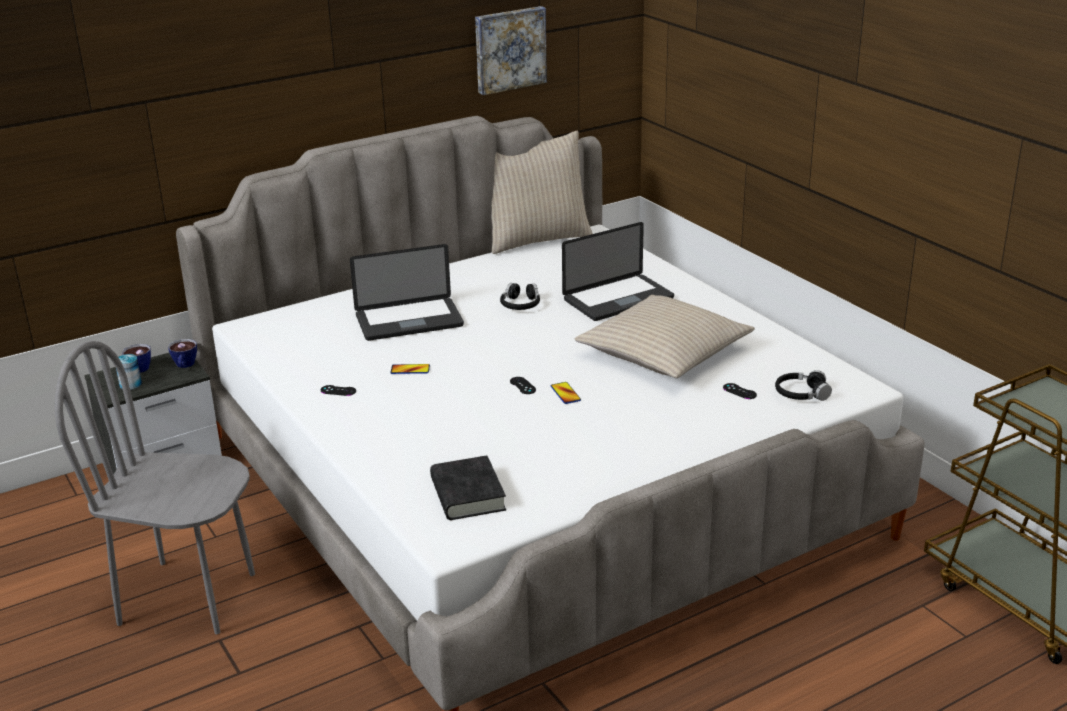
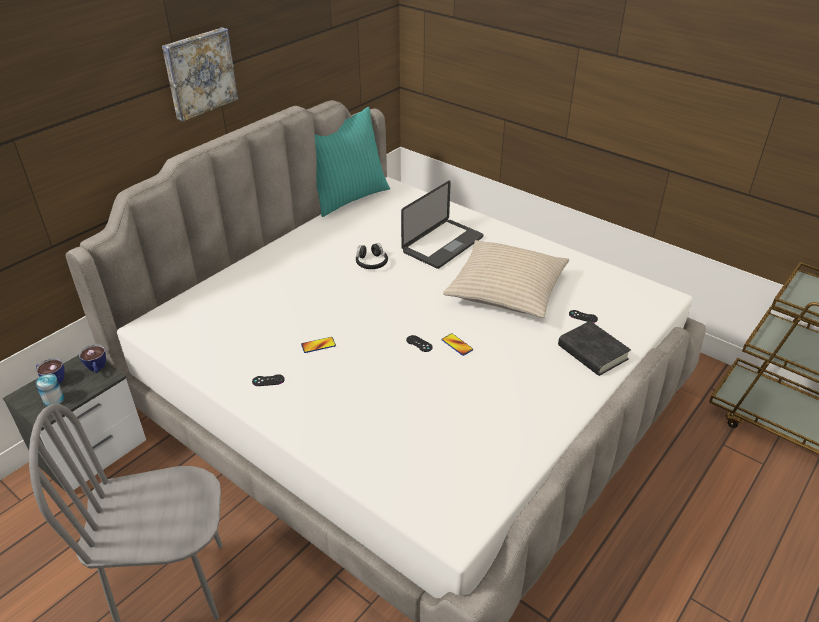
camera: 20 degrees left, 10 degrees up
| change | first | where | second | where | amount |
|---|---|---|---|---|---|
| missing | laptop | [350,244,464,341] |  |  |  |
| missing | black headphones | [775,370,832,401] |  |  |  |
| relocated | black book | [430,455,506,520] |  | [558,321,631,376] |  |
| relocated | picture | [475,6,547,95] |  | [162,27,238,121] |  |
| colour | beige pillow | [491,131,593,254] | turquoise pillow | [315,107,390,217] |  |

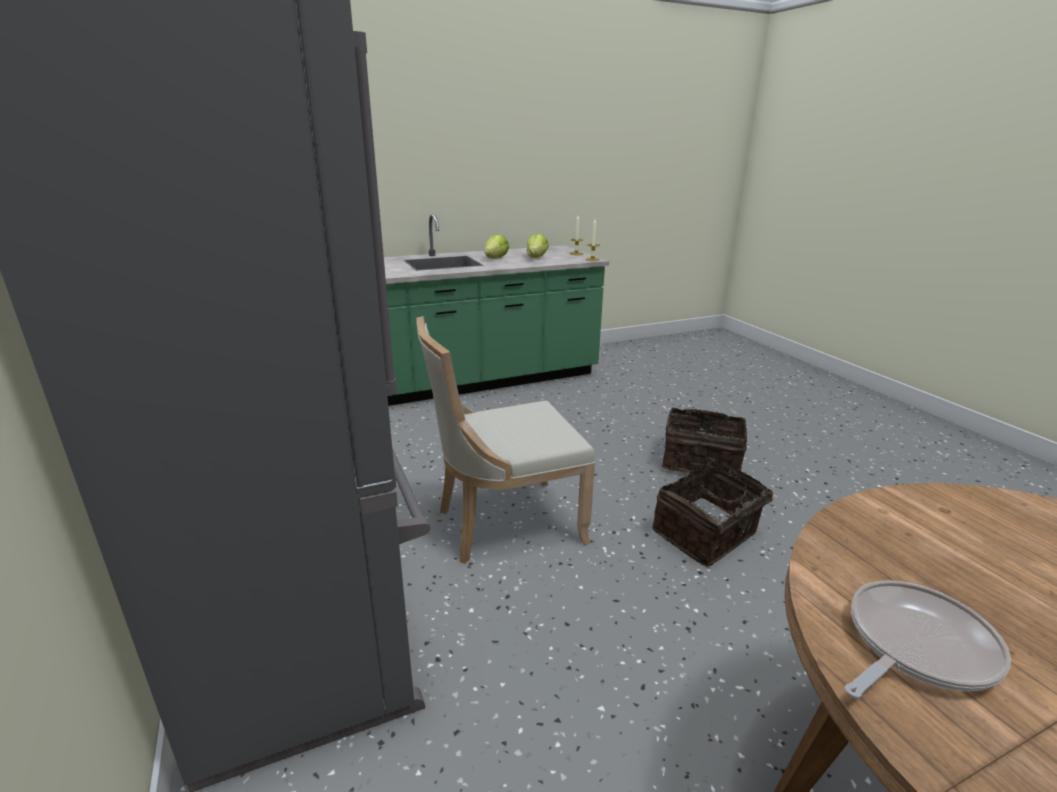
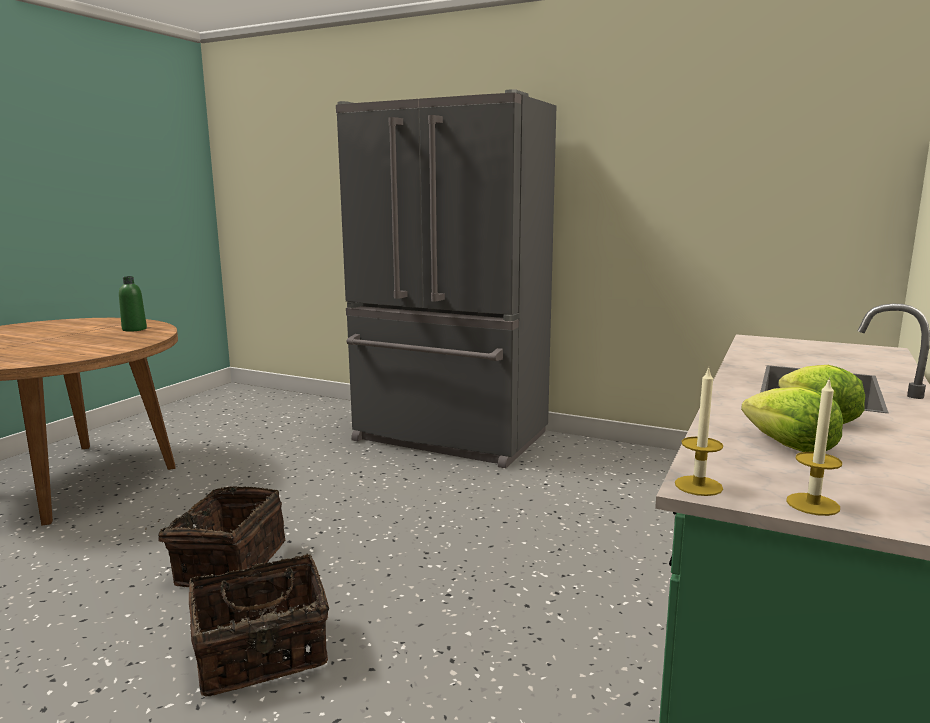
camera: 140 degrees right, 10 degrees down
| change | first | where | second | where | amount |
|---|---|---|---|---|---|
| missing | beige chair | [416,316,595,564] |  |  |  |
| exchanged | frying pan | [844,580,1011,698] | green bottle | [119,276,147,332] |  |

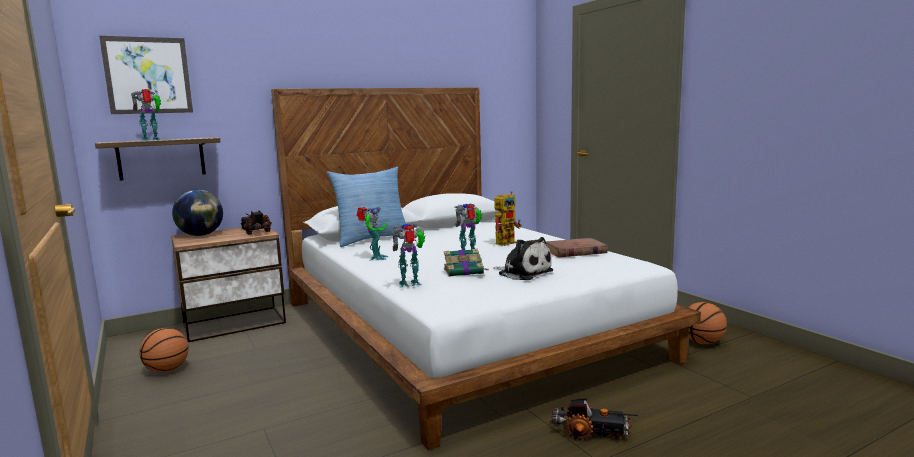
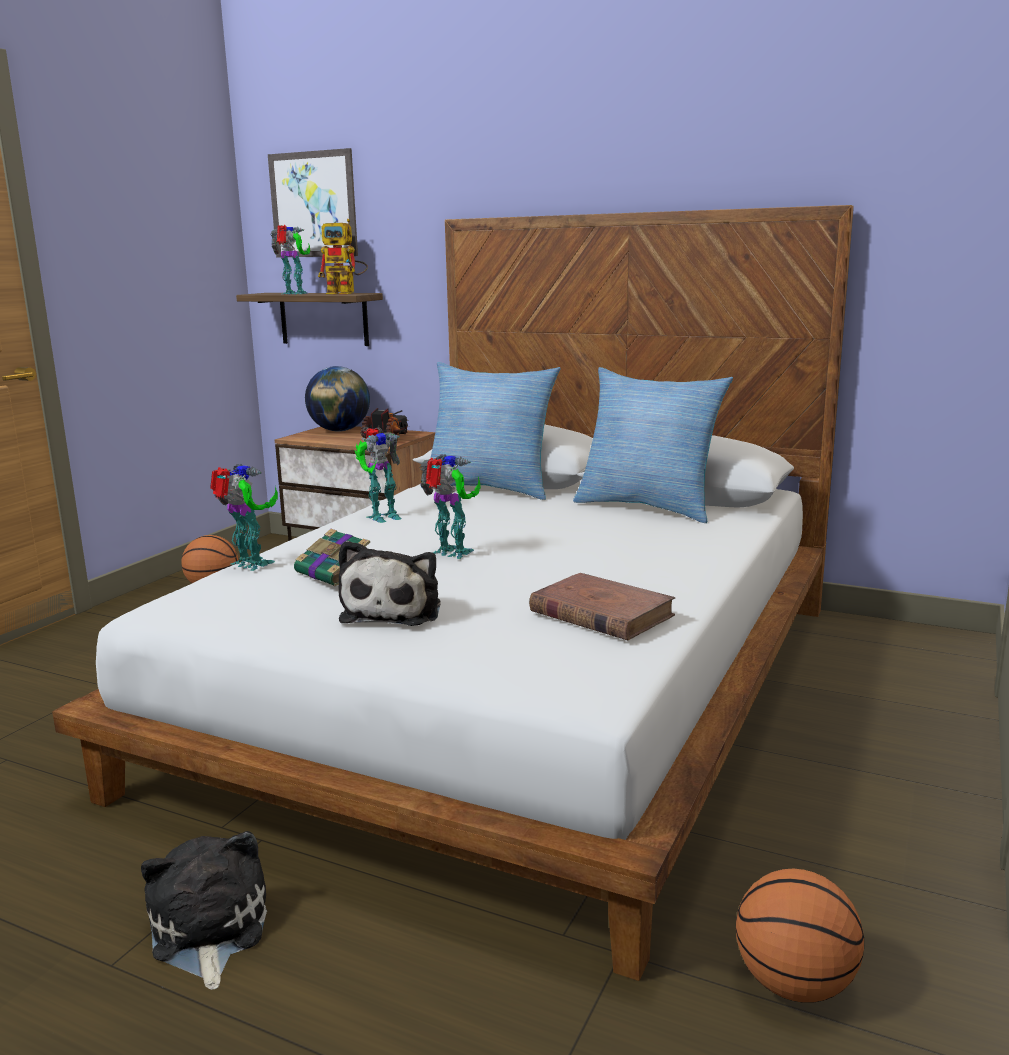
camera: 55 degrees right, 5 degrees up
| change | first | where | second | where | amount |
|---|---|---|---|---|---|
| appeared |  |  | pillow | [573,367,733,523] |  |
| relocated | toy robot | [494,191,521,246] |  | [318,219,368,294] |  |
| exchanged | toy truck | [551,398,638,440] | plush toy | [141,831,267,990] |  |

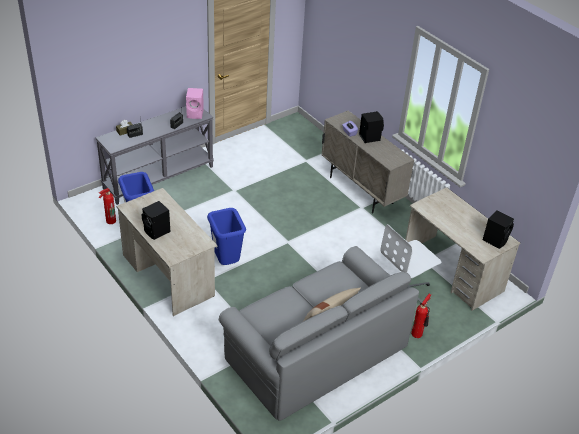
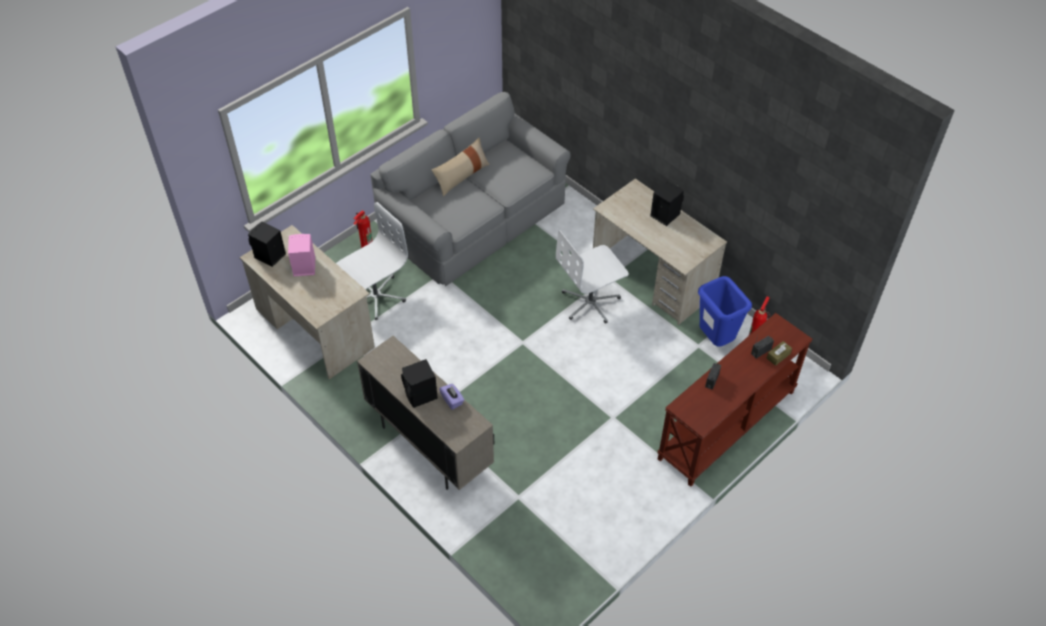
camera: 175 degrees right, 10 degrees up
| change | first | where | second | where | amount |
|---|---|---|---|---|---|
| relocated | pink speaker | [186,88,204,119] |  | [288,234,315,276] |  |
| exchanged | blue trash can | [207,208,246,265] | white office chair | [556,230,629,324] |  |
| colour | grey console table | [95,106,214,205] | brown console table | [657,313,813,487] |  |

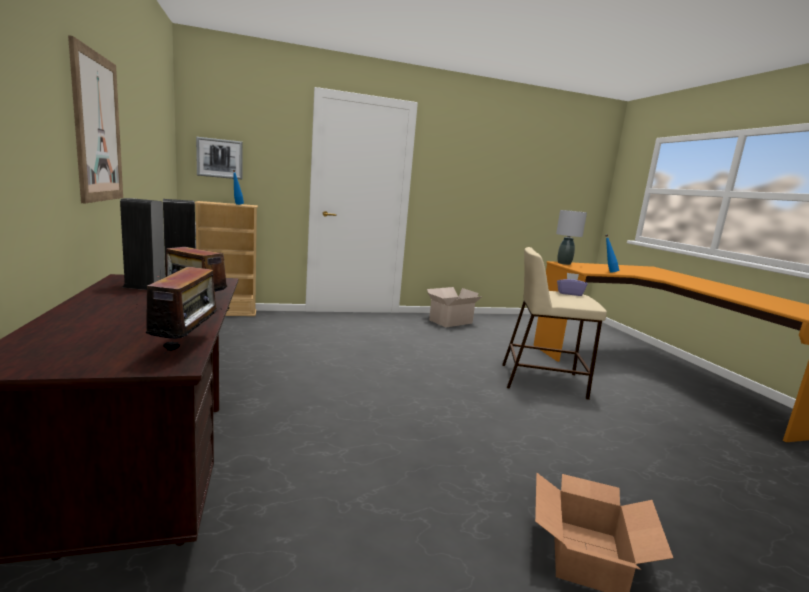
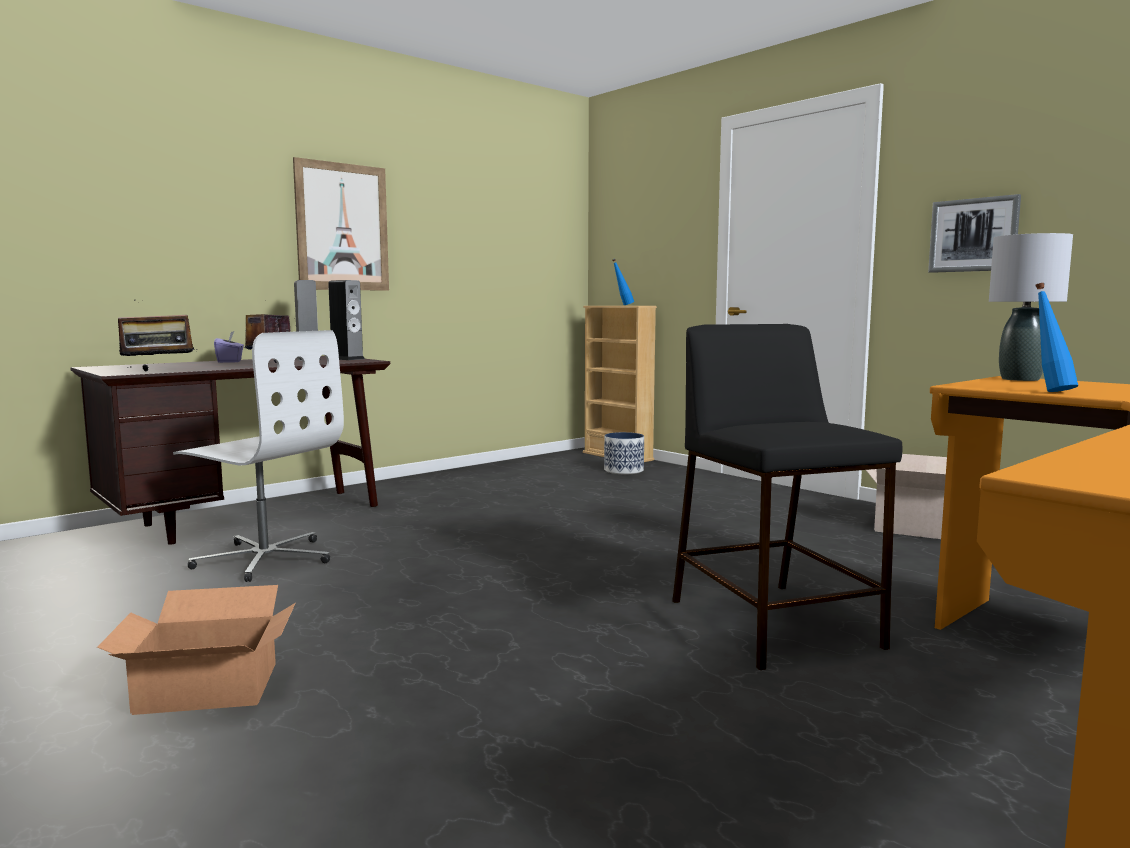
camera: 65 degrees right, 5 degrees down
| change | first | where | second | where | amount |
|---|---|---|---|---|---|
| appeared |  |  | white office chair | [173,330,344,582] |  |
| appeared |  |  | planter | [604,432,644,474] |  |
| relocated | picture | [196,137,243,179] |  | [928,194,1021,273] |  |
| relocated | purple tissue box | [557,273,587,296] |  | [214,331,244,363] |  |
| colour | beige stool | [502,247,607,400] | black stool | [672,324,902,670] |  |

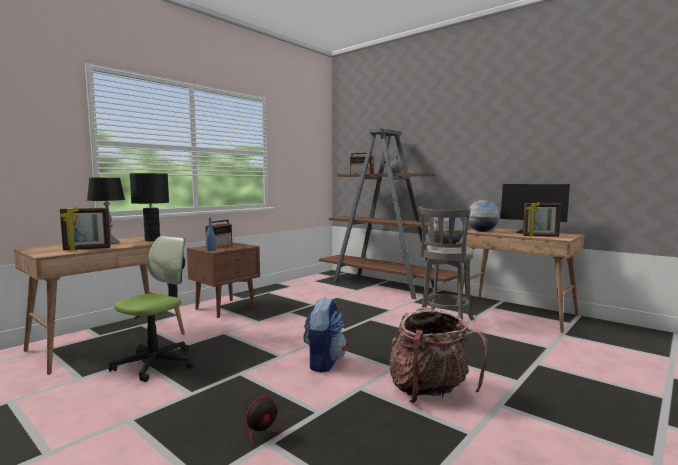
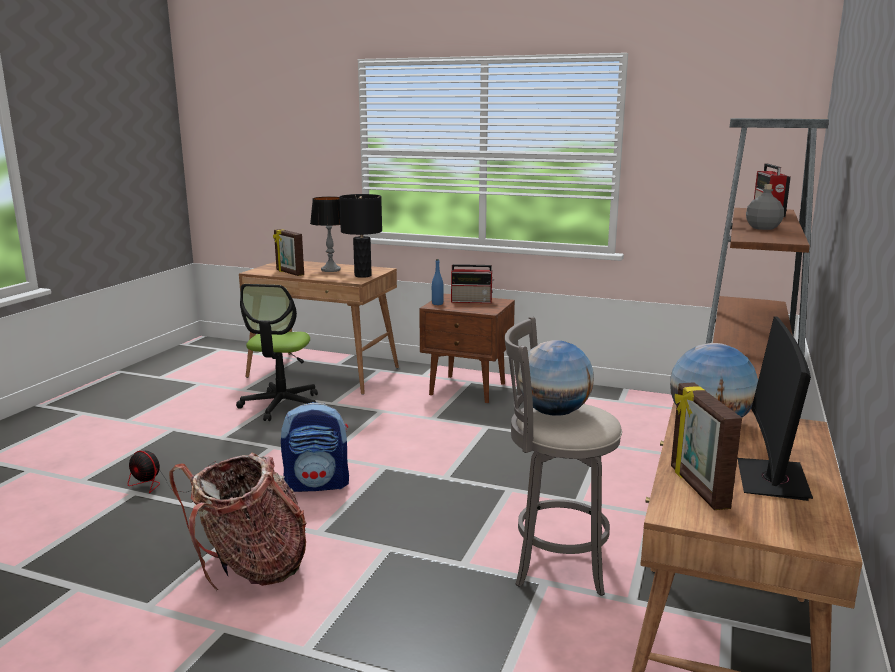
camera: 70 degrees right, 10 degrees up
| change | first | where | second | where | amount |
|---|---|---|---|---|---|
| spun | office chair | [109,236,194,382] |  | [236,284,318,421] | 90 degrees clockwise |

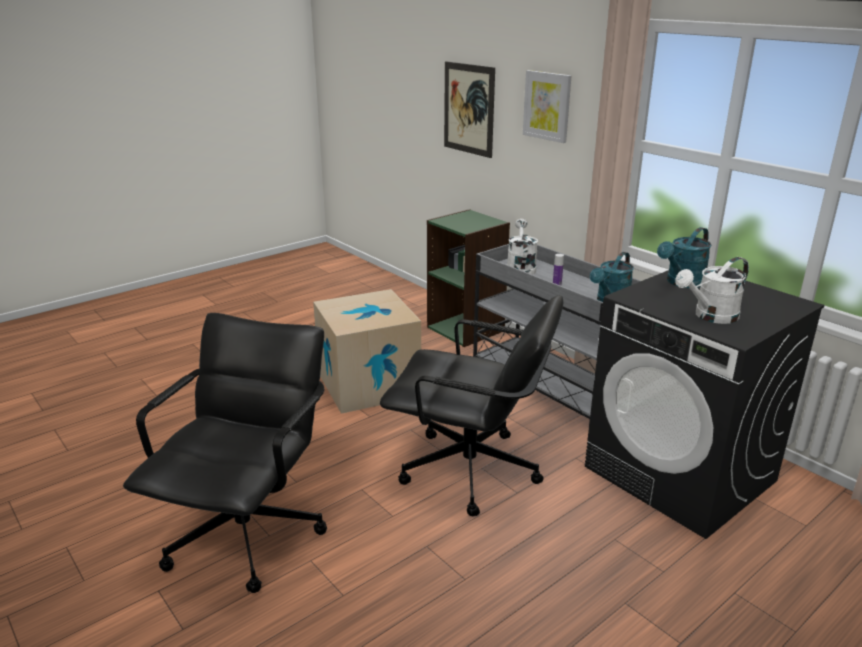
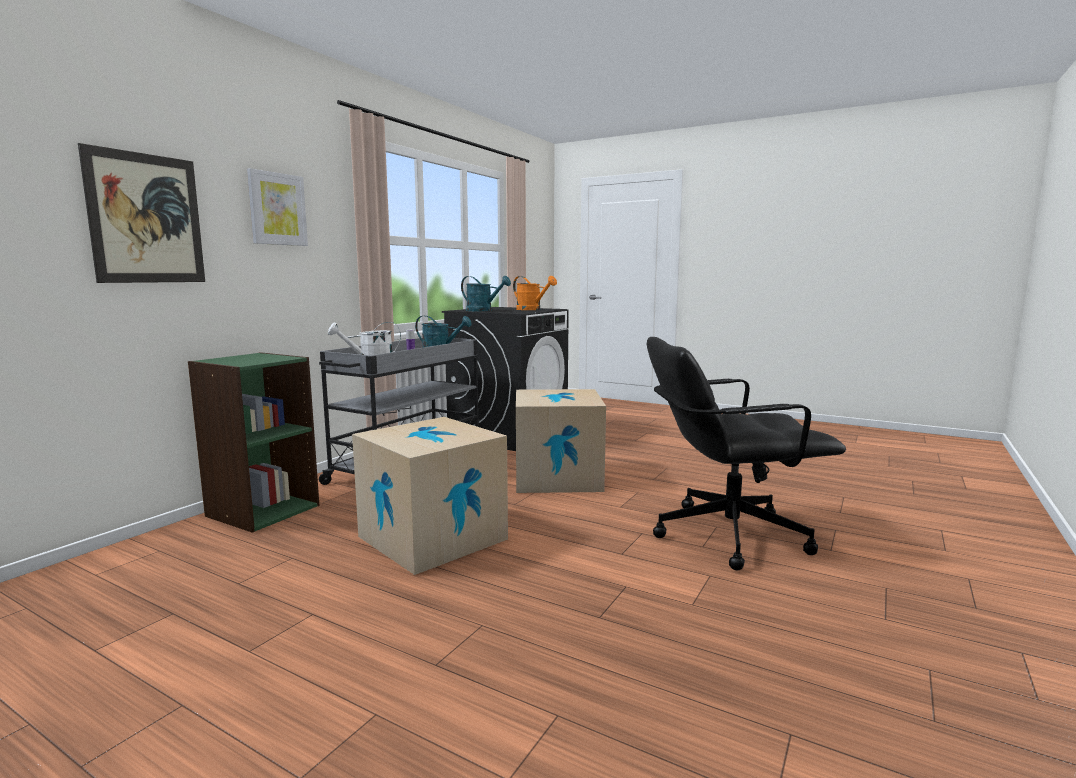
camera: 110 degrees left, 15 degrees down
| change | first | where | second | where | amount |
|---|---|---|---|---|---|
| exchanged | black office chair | [380,295,563,516] | cardboard box | [516,389,606,493] |  |
| colour | white watering can | [675,257,749,324] | orange watering can | [513,276,557,310] |  |

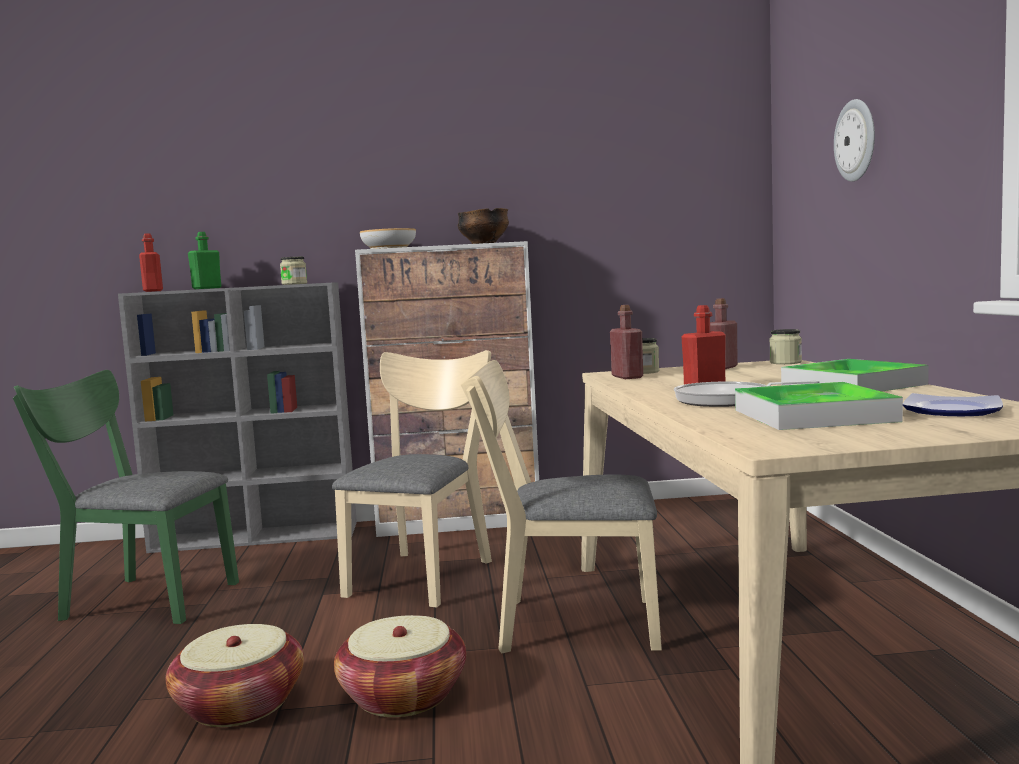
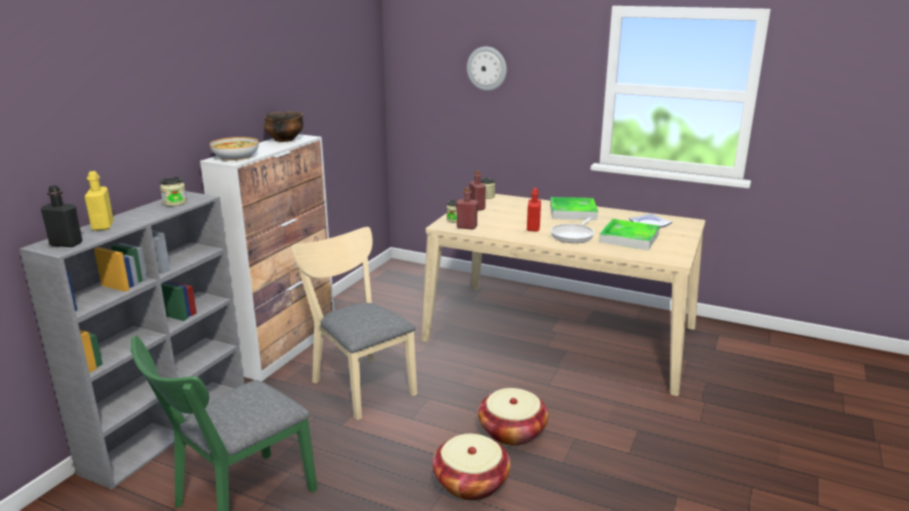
camera: 60 degrees left, 15 degrees up
| change | first | where | second | where | amount |
|---|---|---|---|---|---|
| missing | beige chair | [461,360,662,653] |  |  |  |
| colour | red bottle | [139,233,163,292] | black bottle | [41,185,82,247] |  |
| colour | green bottle | [188,232,221,289] | yellow bottle | [85,171,114,231] |  |

